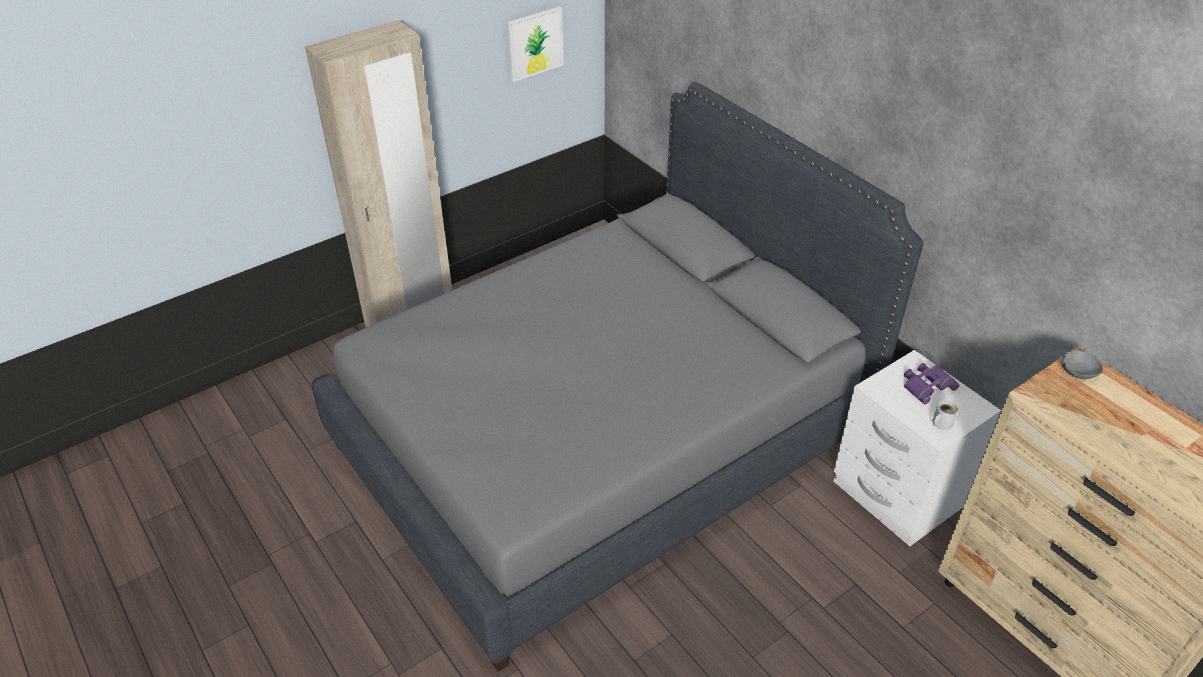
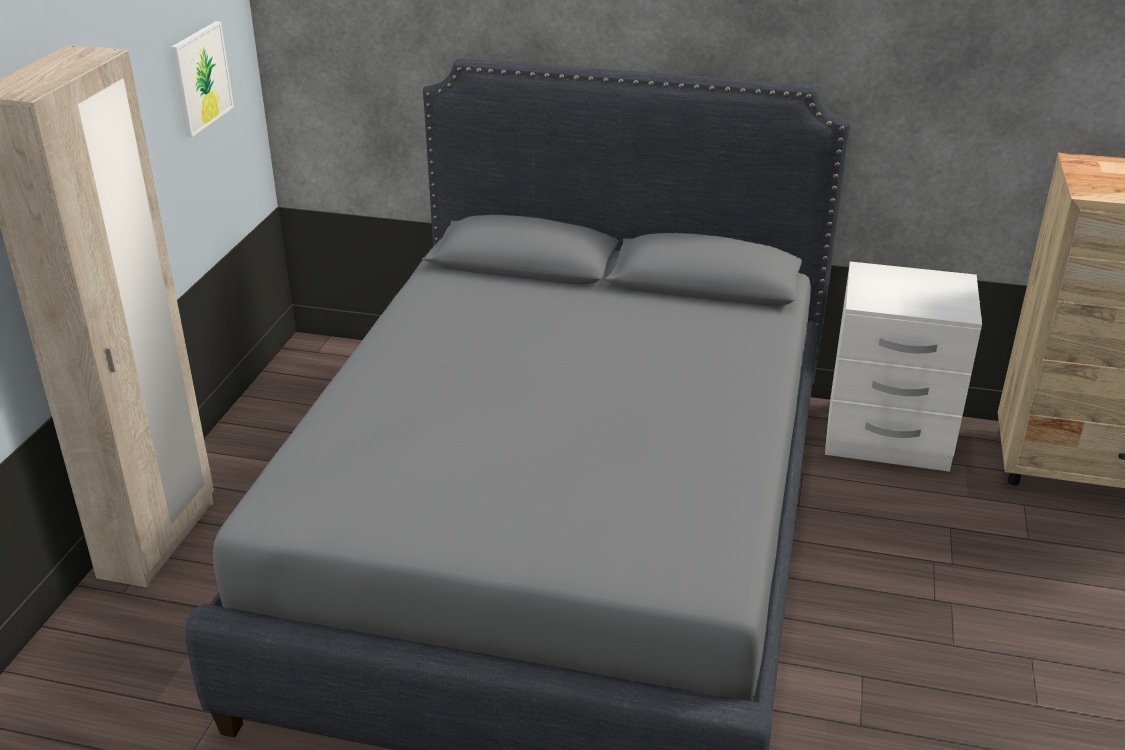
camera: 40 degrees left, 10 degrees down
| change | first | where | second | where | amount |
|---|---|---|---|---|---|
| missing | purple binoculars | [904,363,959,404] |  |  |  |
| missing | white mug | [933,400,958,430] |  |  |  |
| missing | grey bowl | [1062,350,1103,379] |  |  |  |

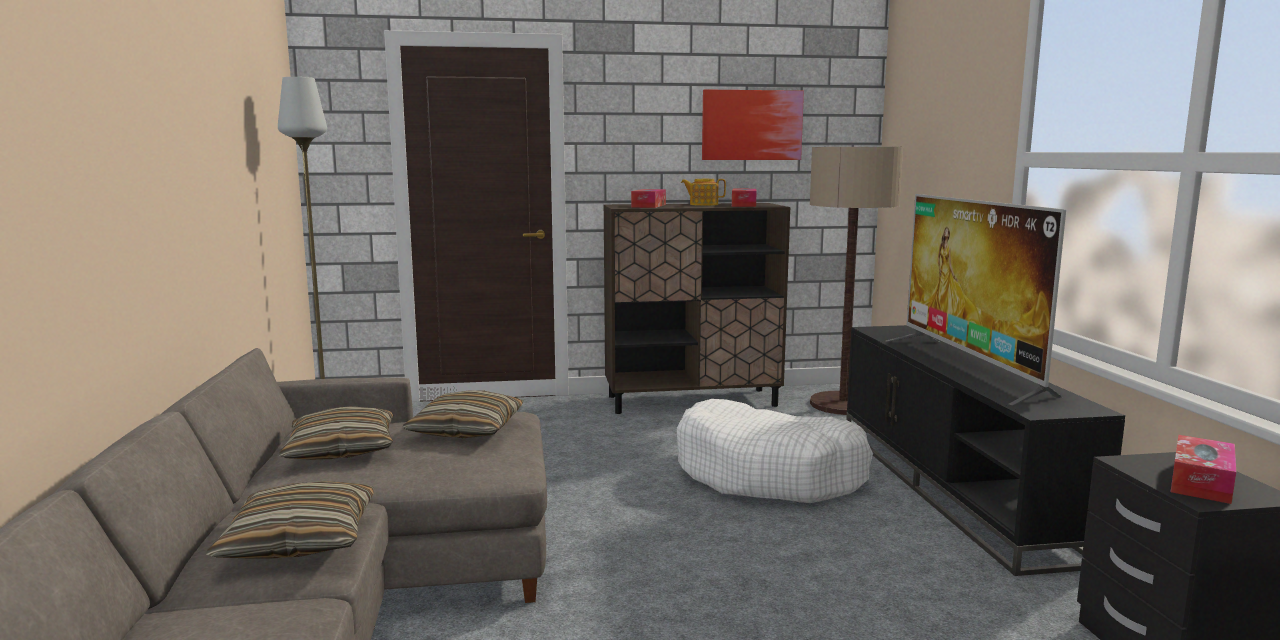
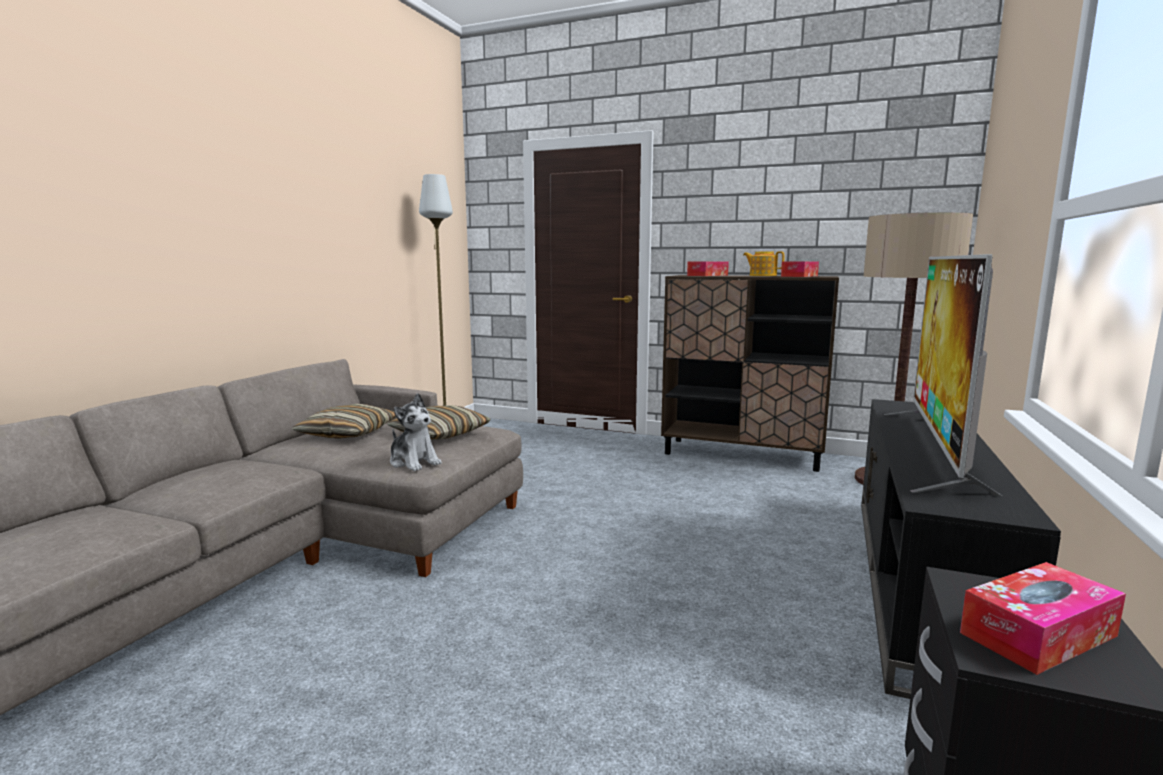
camera: 30 degrees right, 0 degrees up
| change | first | where | second | where | amount |
|---|---|---|---|---|---|
| missing | pillow | [206,481,374,559] |  |  |  |
| missing | white dog bed | [677,399,873,503] |  |  |  |
| missing | picture | [702,89,804,160] |  |  |  |
| appeared |  |  | plush toy | [390,393,442,471] |  |

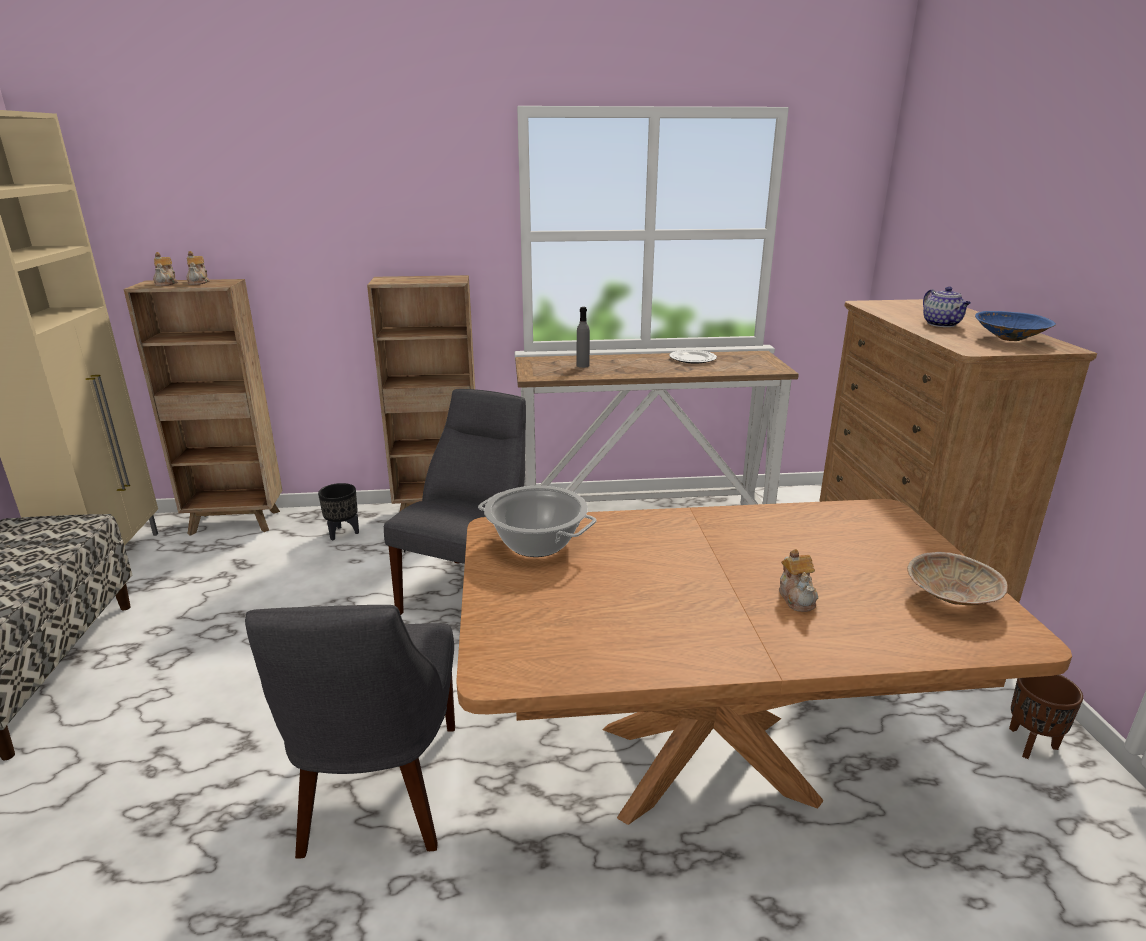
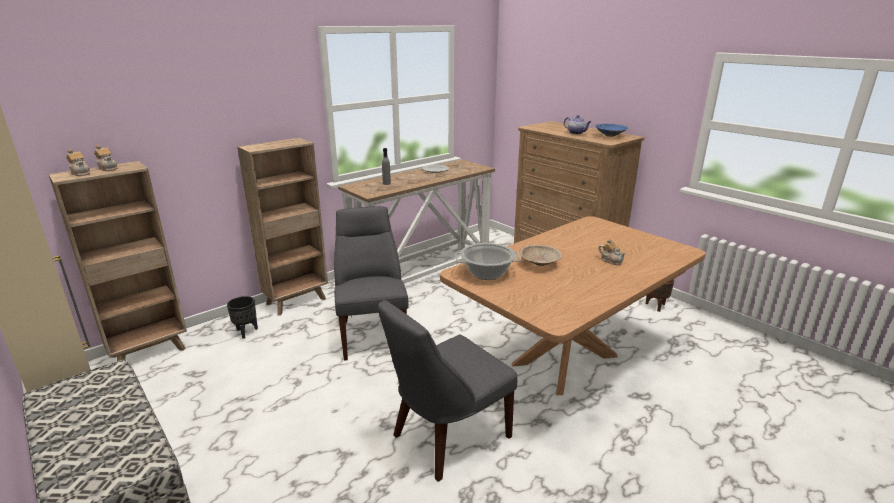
camera: 35 degrees left, 0 degrees up
| change | first | where | second | where | amount |
|---|---|---|---|---|---|
| relocated | beige bowl | [907,552,1008,605] |  | [520,245,562,266] |  |
| spun | grey chair | [245,605,455,859] |  | [378,300,517,482] | 90 degrees clockwise |

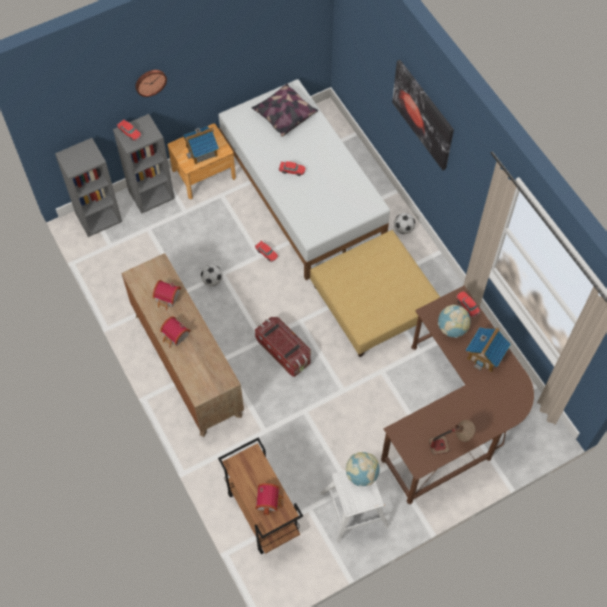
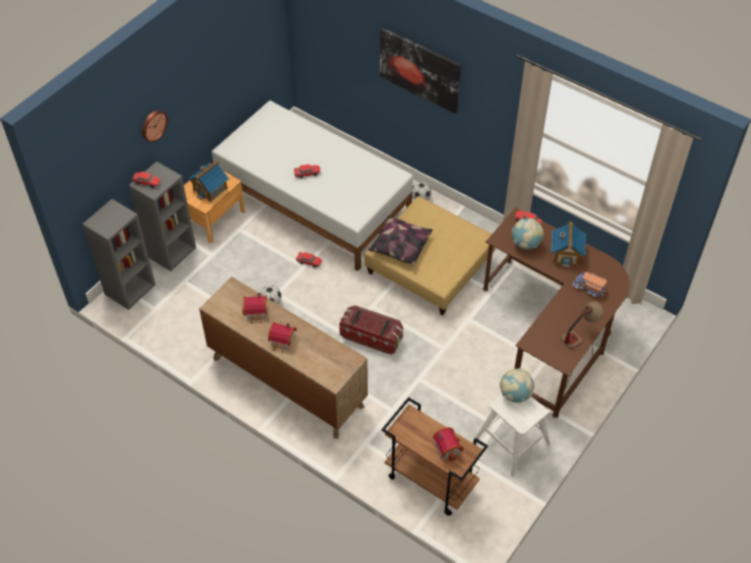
camera: 25 degrees left, 10 degrees down
| change | first | where | second | where | amount |
|---|---|---|---|---|---|
| appeared |  |  | toy truck | [572,272,607,298] |  |
| relocated | pillow | [251,83,318,137] |  | [368,216,432,266] |  |

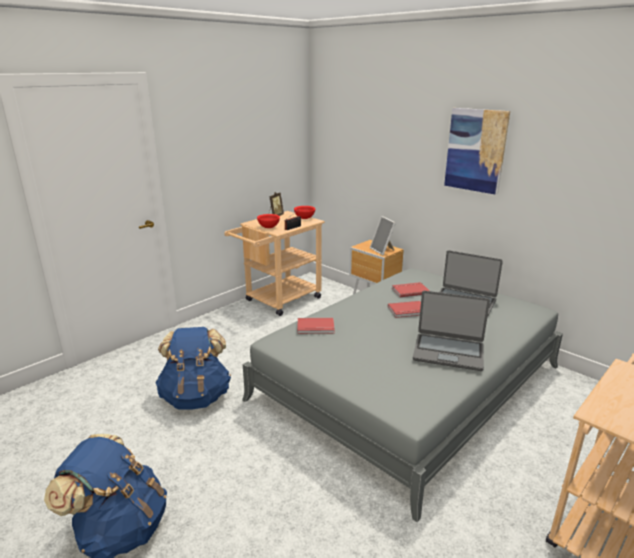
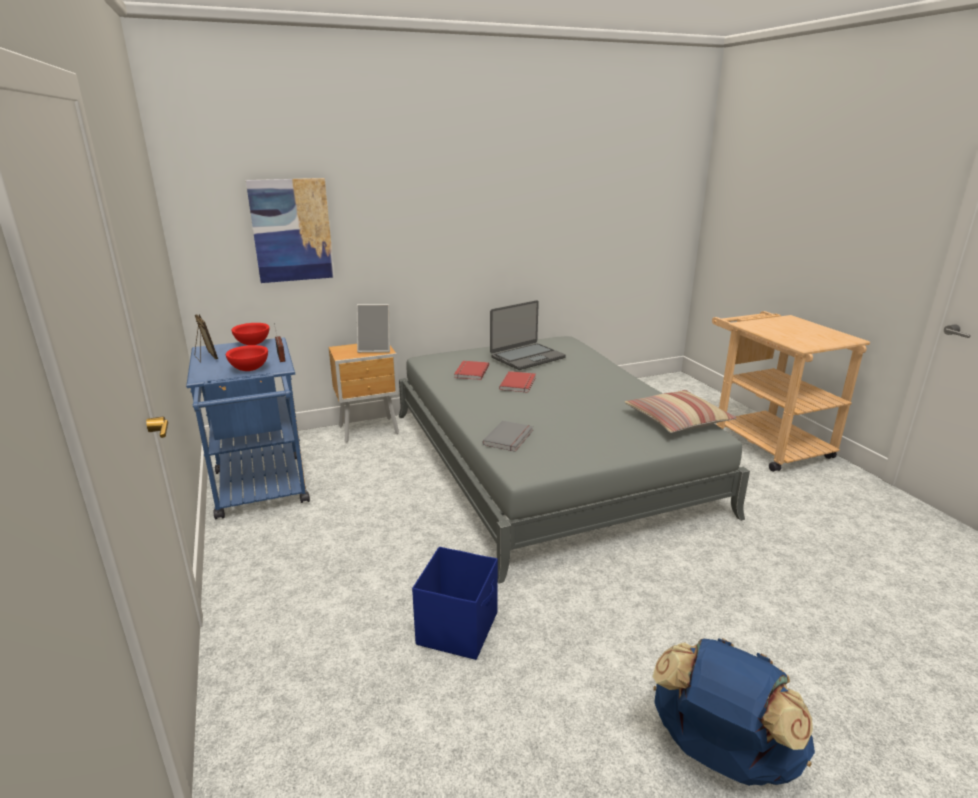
camera: 65 degrees left, 0 degrees up
| change | first | where | second | where | amount |
|---|---|---|---|---|---|
| missing | laptop | [413,291,490,371] |  |  |  |
| appeared |  |  | pillow | [625,390,737,433] |  |
| relocated | picture | [444,108,510,195] |  | [246,178,335,283] |  |
| exchanged | blue backpack | [155,327,231,410] | blue storage box | [412,547,498,660] |  |
| colour | beige cart | [224,211,325,316] | blue cart | [186,337,310,519] |  |
| colour | red book | [297,318,335,334] | grey book | [482,420,533,452] |  |

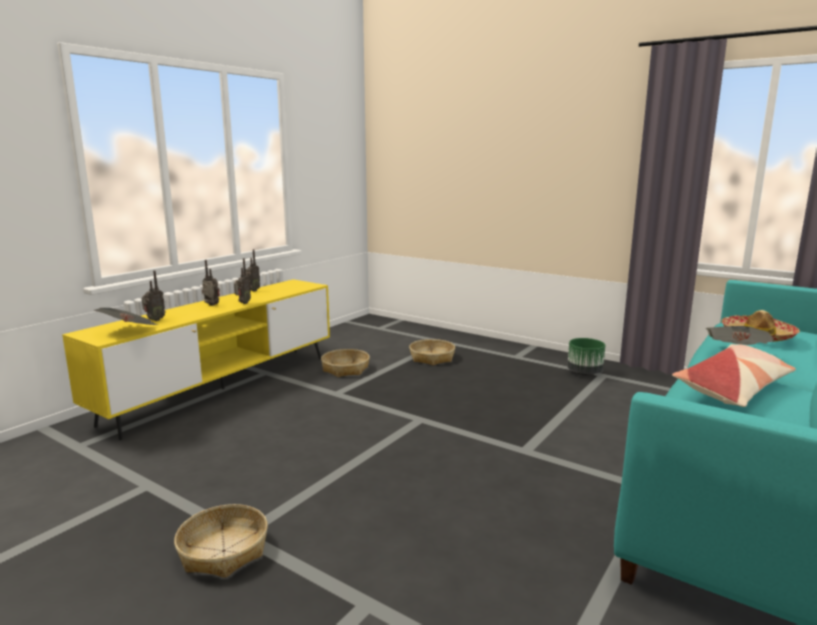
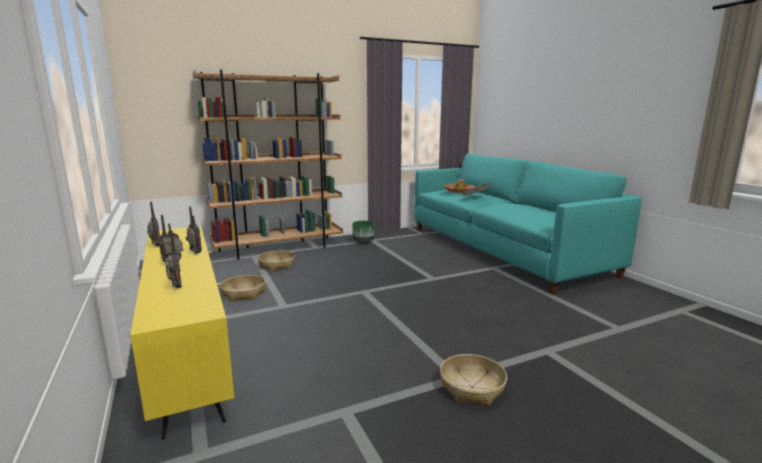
camera: 60 degrees left, 0 degrees up
| change | first | where | second | where | amount |
|---|---|---|---|---|---|
| missing | newspaper | [94,308,157,325] |  |  |  |
| missing | pillow | [672,344,796,407] |  |  |  |
| appeared |  |  | brown bookcase | [192,69,343,260] |  |

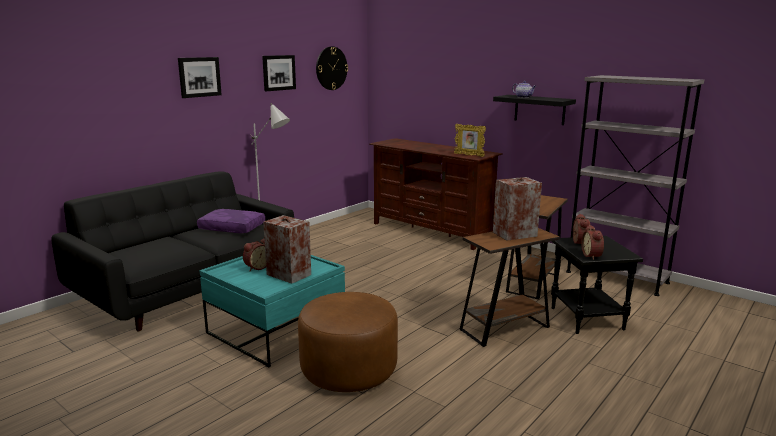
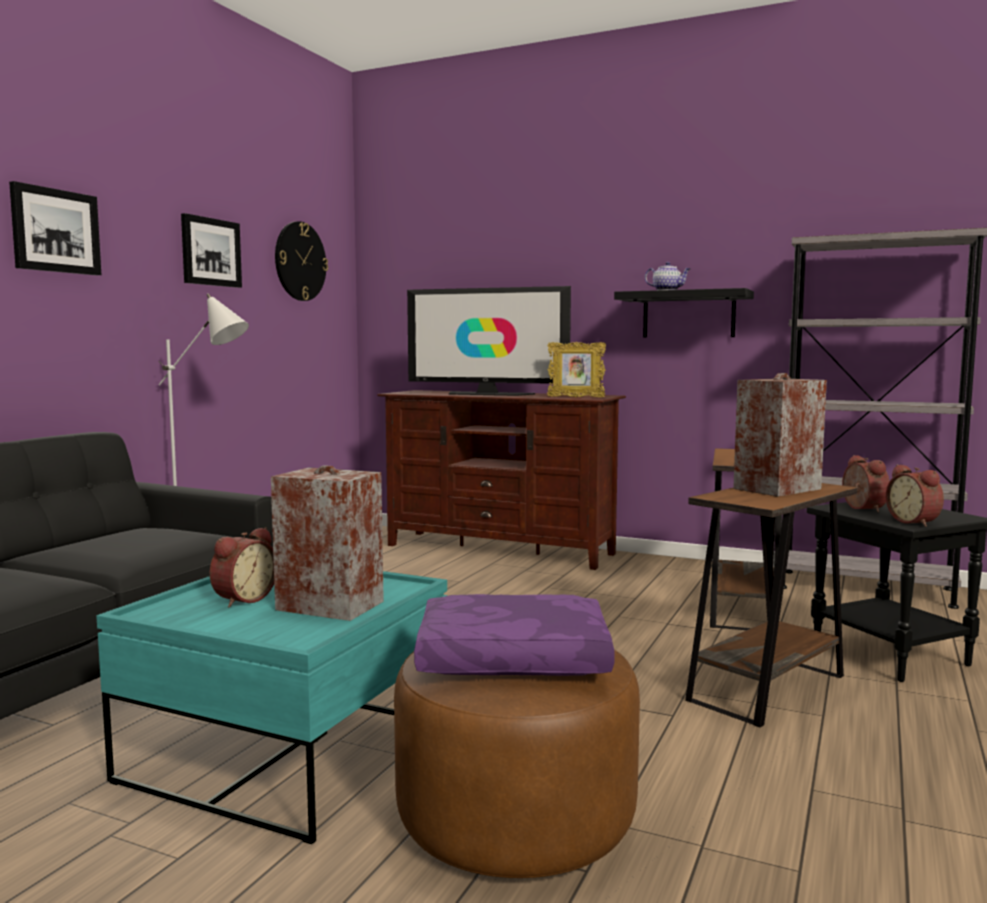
camera: 15 degrees left, 10 degrees down
| change | first | where | second | where | amount |
|---|---|---|---|---|---|
| appeared |  |  | television | [407,286,571,396] |  |
| relocated | purple pillow | [197,209,265,234] |  | [414,594,615,676] |  |

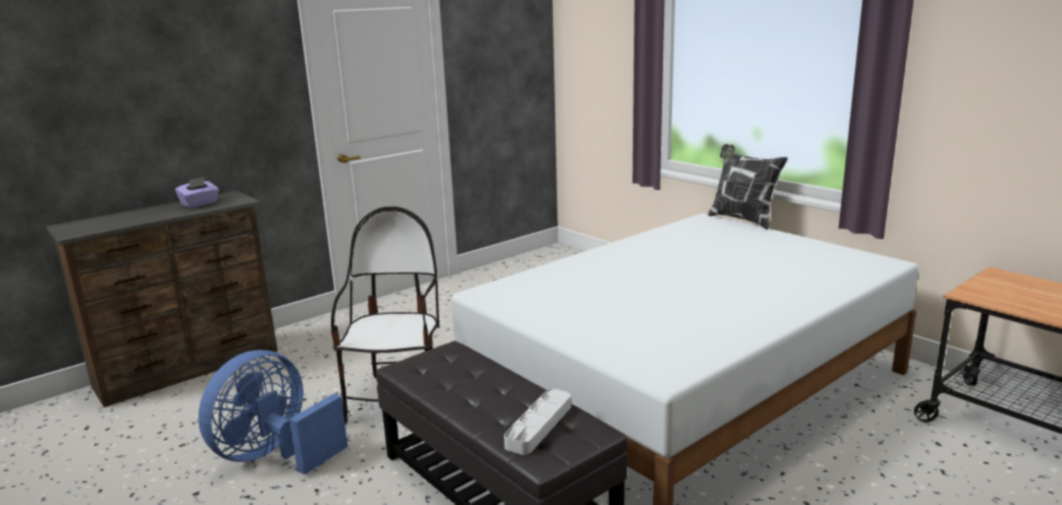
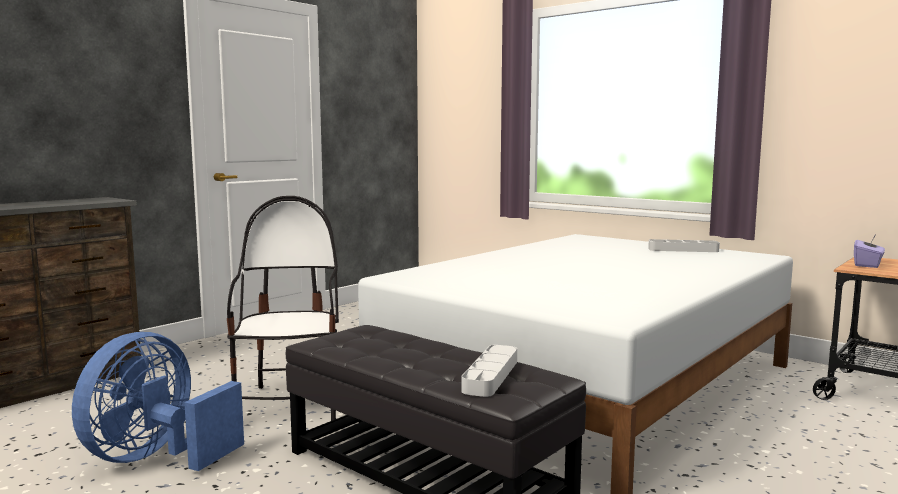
camera: 10 degrees left, 10 degrees down
| change | first | where | second | where | amount |
|---|---|---|---|---|---|
| missing | pillow | [708,144,788,230] |  |  |  |
| appeared |  |  | grey tray | [648,239,720,252] |  |
| relocated | purple tissue box | [175,177,219,208] |  | [854,235,885,268] |  |

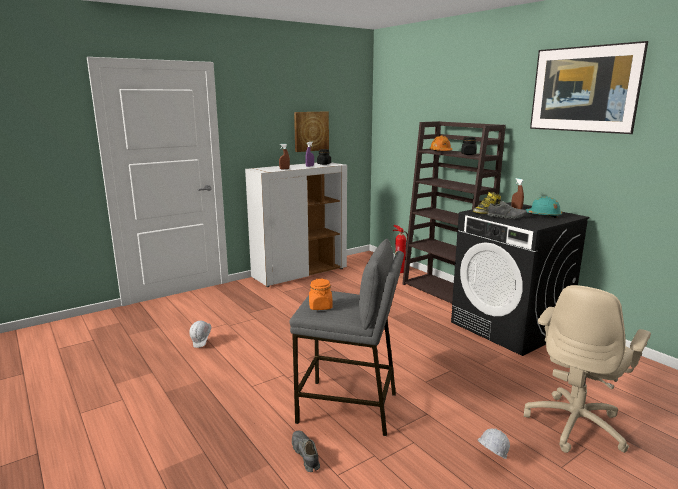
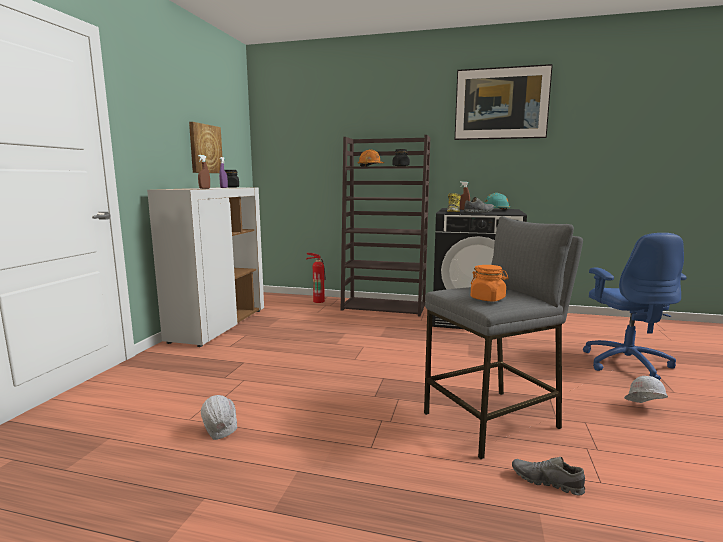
camera: 40 degrees left, 5 degrees down
| change | first | where | second | where | amount |
|---|---|---|---|---|---|
| colour | beige office chair | [524,285,651,453] | blue office chair | [583,233,687,380] |  |

